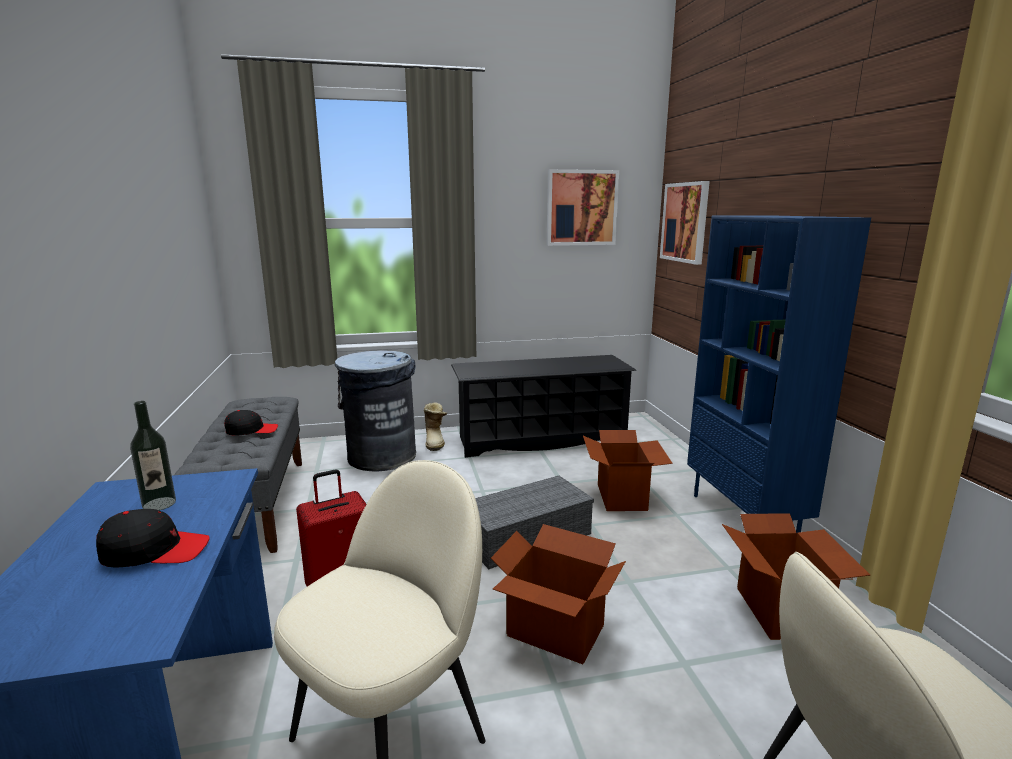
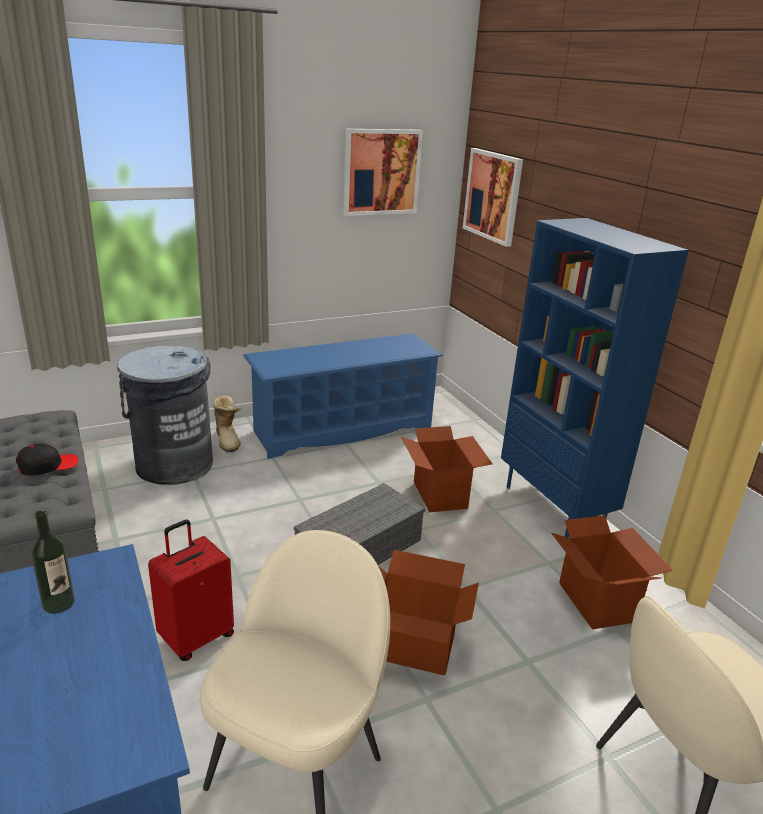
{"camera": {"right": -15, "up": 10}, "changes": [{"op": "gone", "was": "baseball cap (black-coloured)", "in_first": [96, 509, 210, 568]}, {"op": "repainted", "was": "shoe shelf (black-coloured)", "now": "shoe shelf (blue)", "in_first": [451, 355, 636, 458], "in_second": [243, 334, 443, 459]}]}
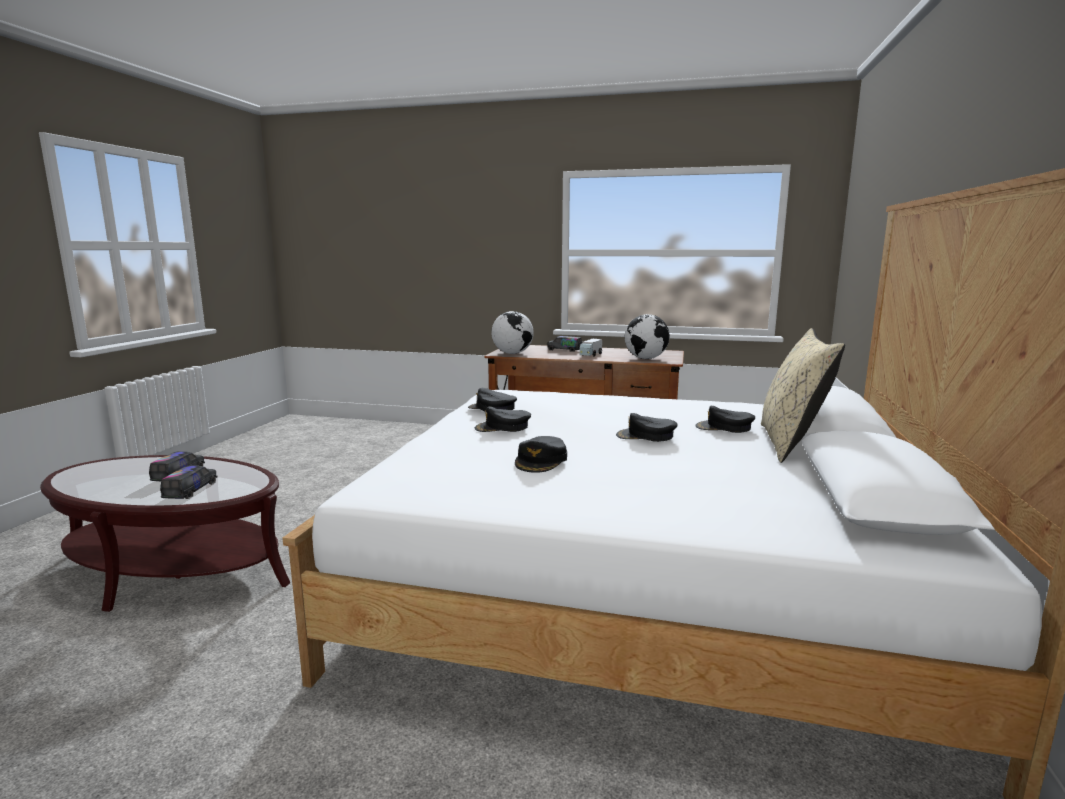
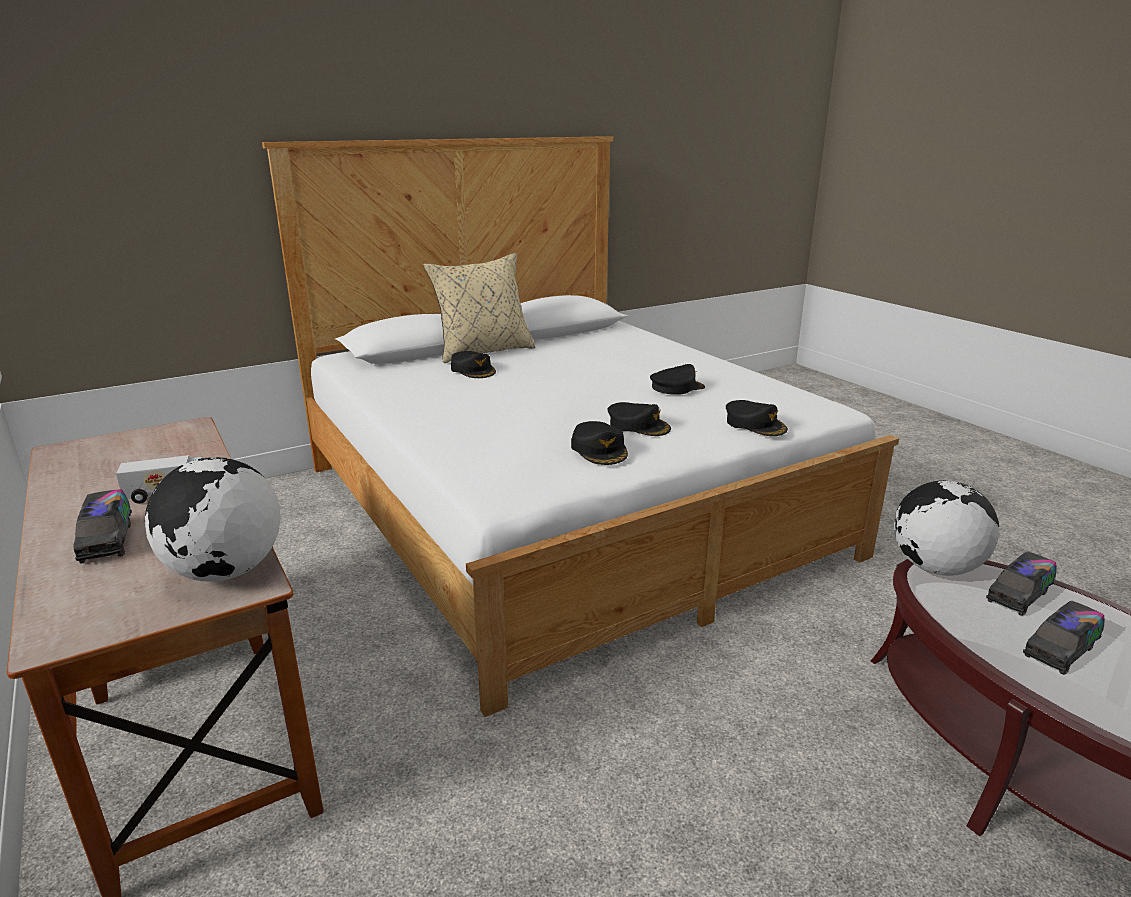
{"camera": {"right": -135, "up": 10}, "changes": [{"op": "shifted", "was": "baseball cap (black-coloured)", "in_first": [616, 413, 678, 442], "in_second": [726, 400, 788, 436]}, {"op": "shifted", "was": "globe", "in_first": [625, 314, 670, 359], "in_second": [894, 480, 999, 576]}]}
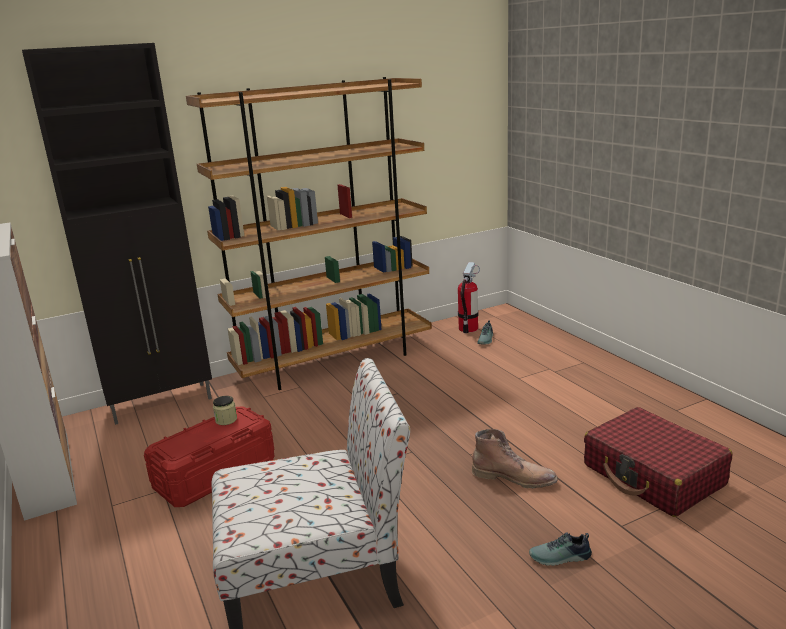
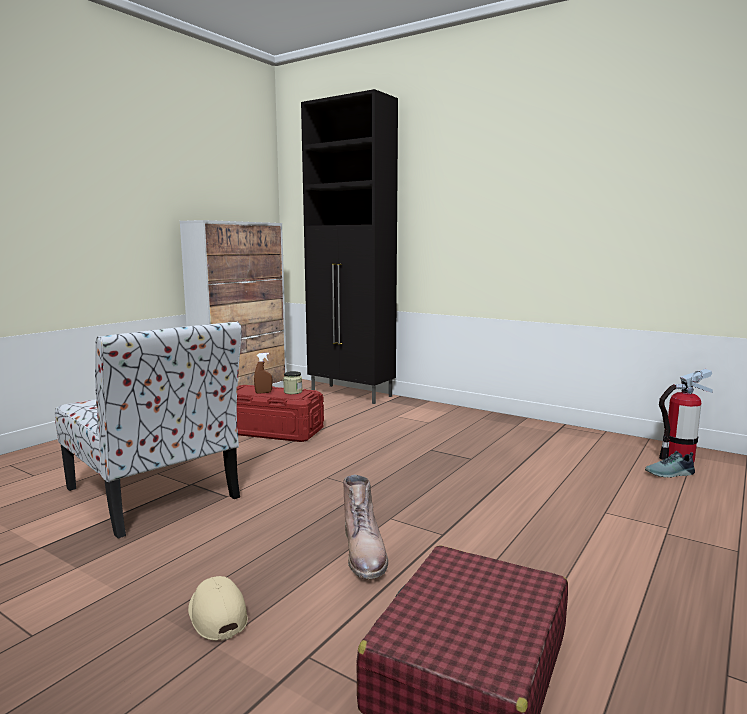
{"camera": {"right": 60, "up": -10}, "changes": [{"op": "gone", "was": "bookcase (brownish)", "in_first": [186, 77, 432, 390]}, {"op": "swapped", "was": "low shoe", "now": "baseball cap (sand-coloured)", "in_first": [529, 532, 592, 566], "in_second": [188, 576, 248, 641]}, {"op": "new", "now": "hand sprayer (brownish)", "in_second": [254, 353, 272, 394]}]}
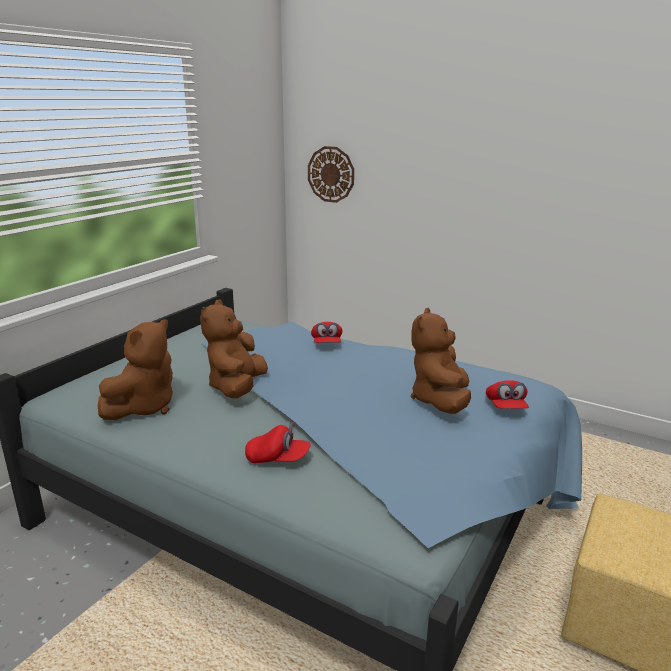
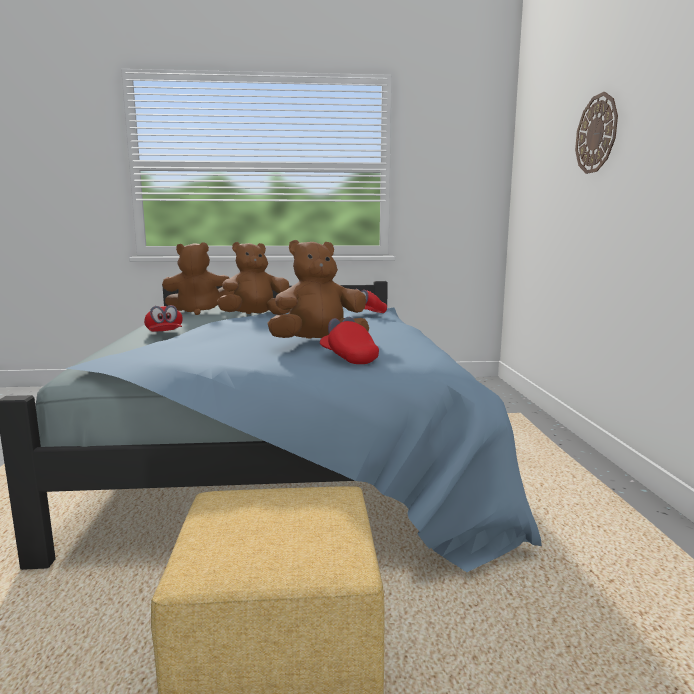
{"camera": {"right": 55, "up": -10}, "changes": [{"op": "shifted", "was": "clock on the wall", "in_first": [308, 146, 354, 203], "in_second": [575, 92, 618, 174]}, {"op": "rotated", "was": "baseball cap (red-coloured)", "in_first": [486, 380, 529, 409], "in_second": [320, 317, 379, 364], "clockwise": 90}]}
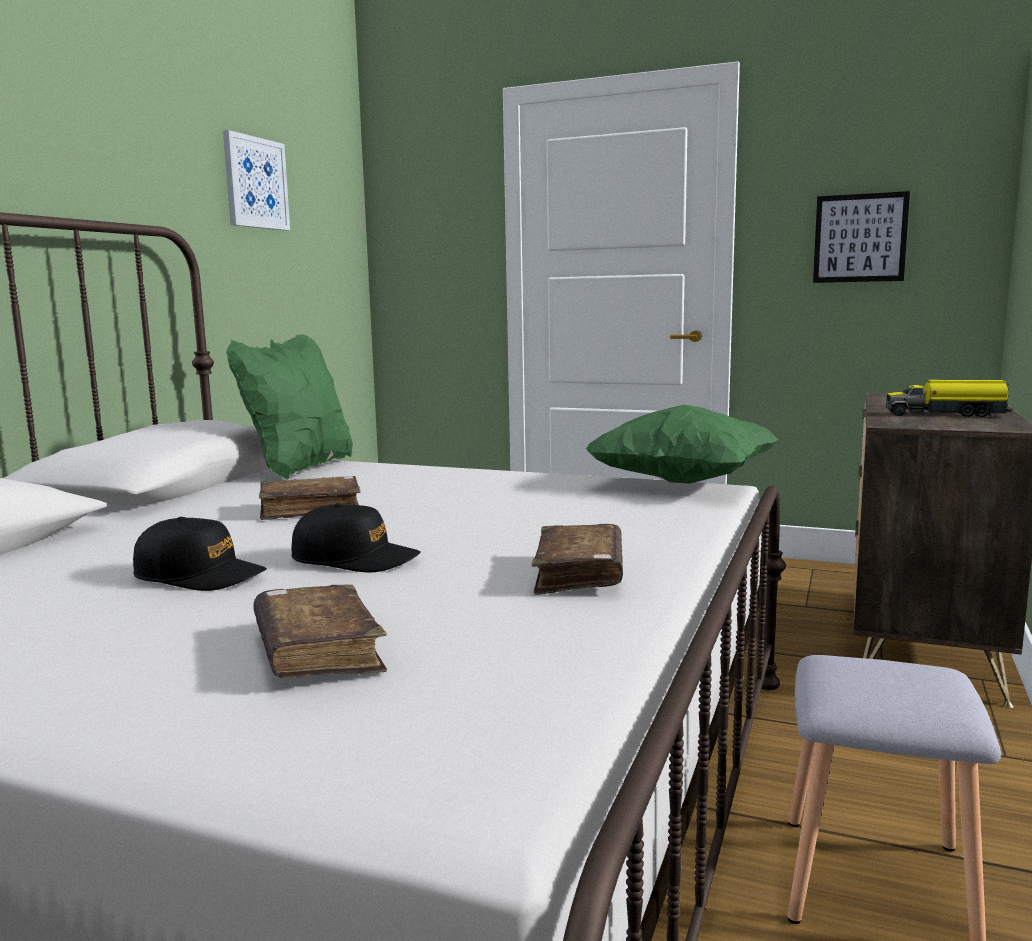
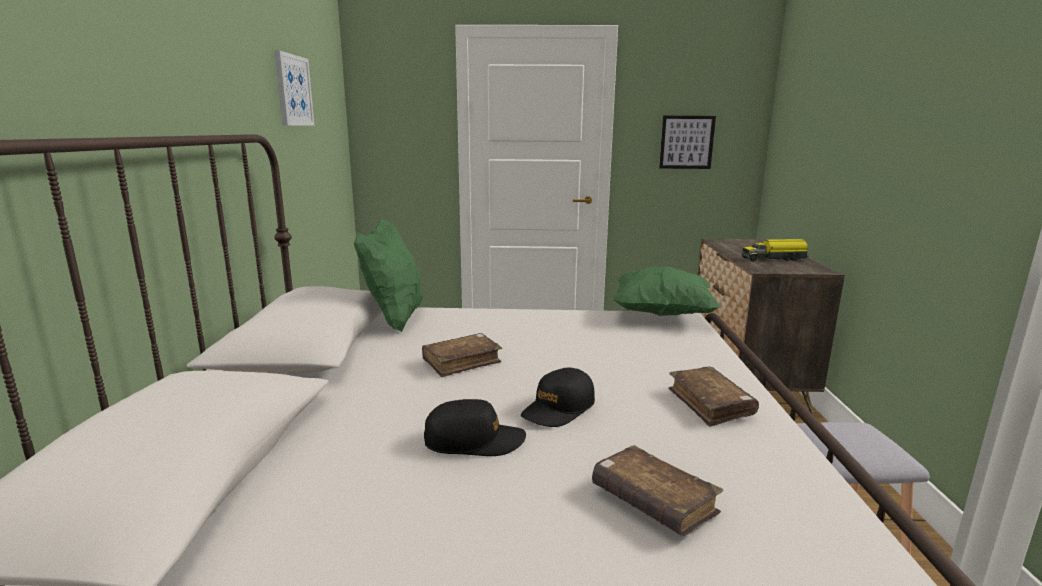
{"camera": {"right": -20, "up": 5}, "changes": [{"op": "rotated", "was": "baseball cap (black-coloured)", "in_first": [291, 503, 421, 572], "in_second": [521, 368, 595, 427], "clockwise": 135}]}
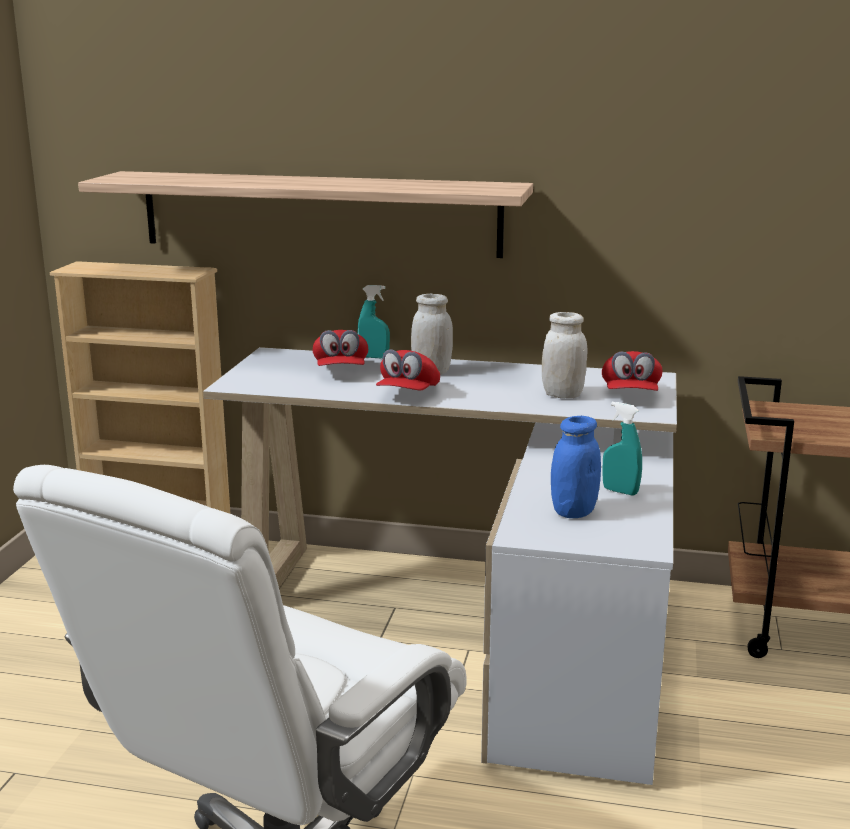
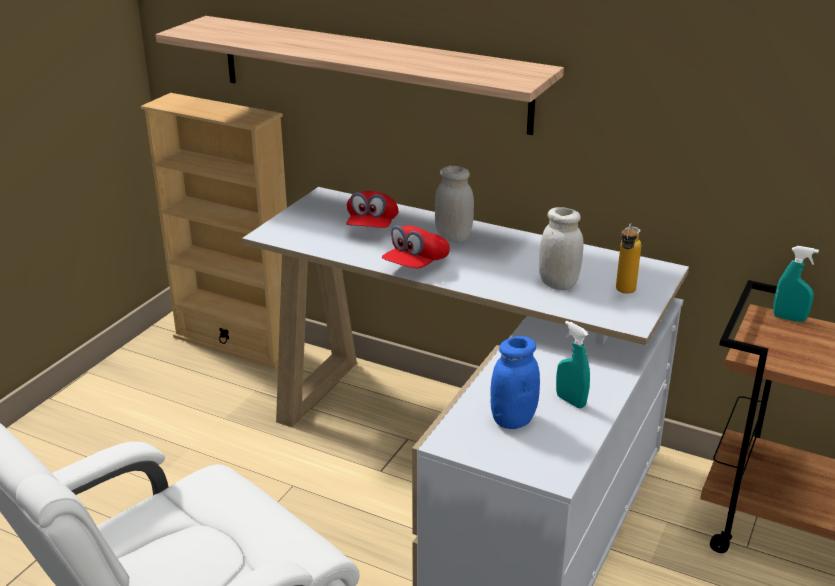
{"camera": {"right": 15, "up": 10}, "changes": [{"op": "shifted", "was": "hand sprayer (turquoise-coloured)", "in_first": [357, 285, 390, 358], "in_second": [773, 246, 819, 322]}, {"op": "swapped", "was": "baseball cap (red-coloured)", "now": "bottle", "in_first": [602, 351, 662, 391], "in_second": [616, 223, 641, 294]}]}
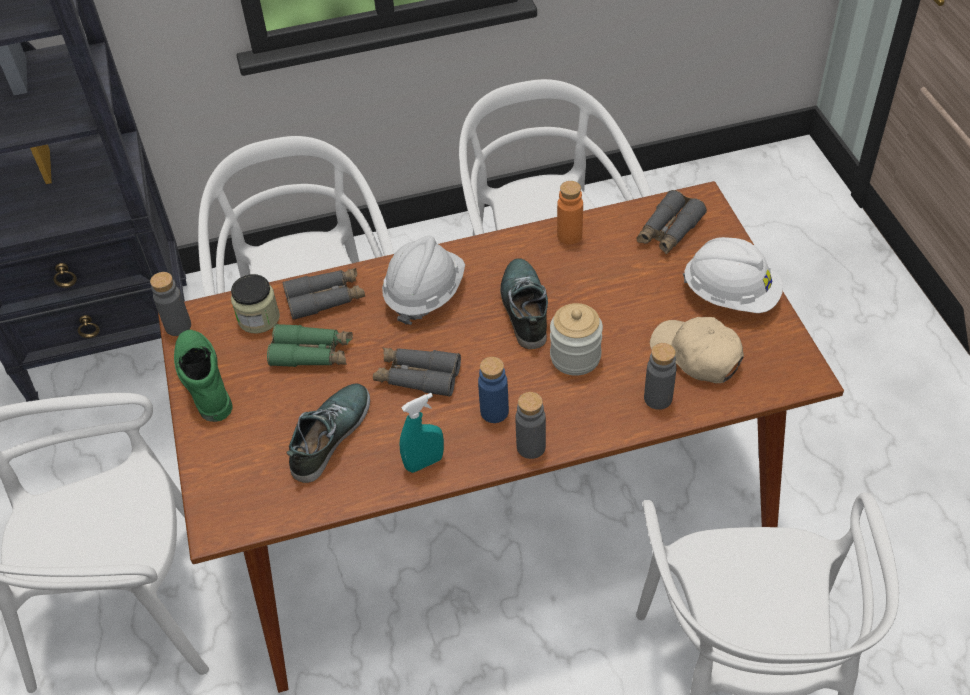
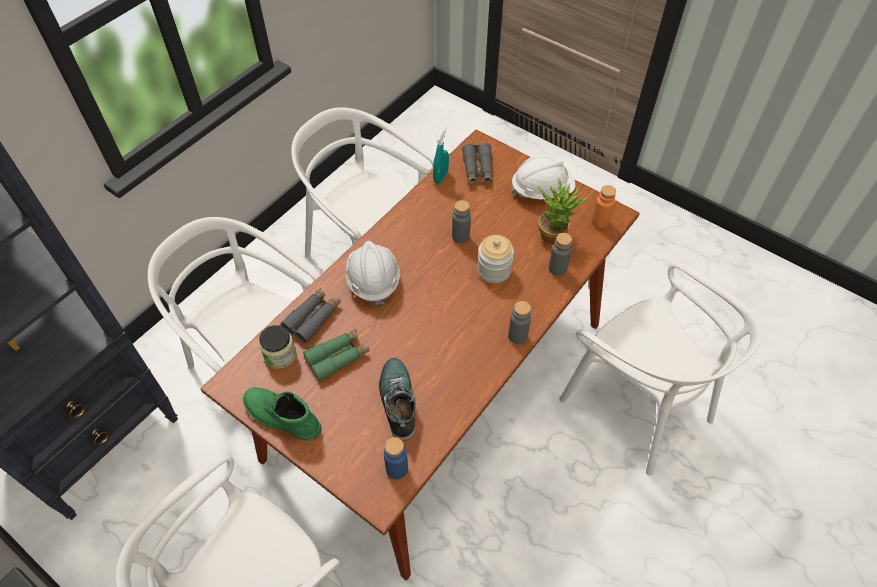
{"camera": {"right": -40, "up": 5}, "changes": [{"op": "shifted", "was": "bottle (grey)", "in_first": [150, 272, 191, 336], "in_second": [452, 200, 471, 243]}, {"op": "gone", "was": "field glasses (grey)", "in_first": [373, 348, 461, 397]}, {"op": "shifted", "was": "hand sprayer (turquoise-coloured)", "in_first": [399, 393, 444, 473], "in_second": [433, 126, 449, 184]}, {"op": "shifted", "was": "bottle (blue)", "in_first": [478, 357, 509, 423], "in_second": [384, 437, 408, 480]}, {"op": "gone", "was": "low shoe", "in_first": [500, 258, 548, 349]}, {"op": "shifted", "was": "bottle (orange-coloured)", "in_first": [557, 181, 583, 244], "in_second": [591, 185, 616, 228]}, {"op": "swapped", "was": "baseball cap (sand-coloured)", "now": "potted plant", "in_first": [650, 317, 744, 383], "in_second": [537, 178, 588, 244]}]}
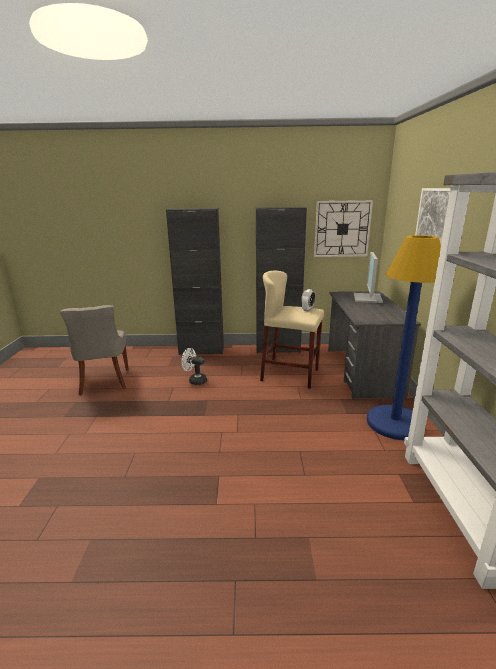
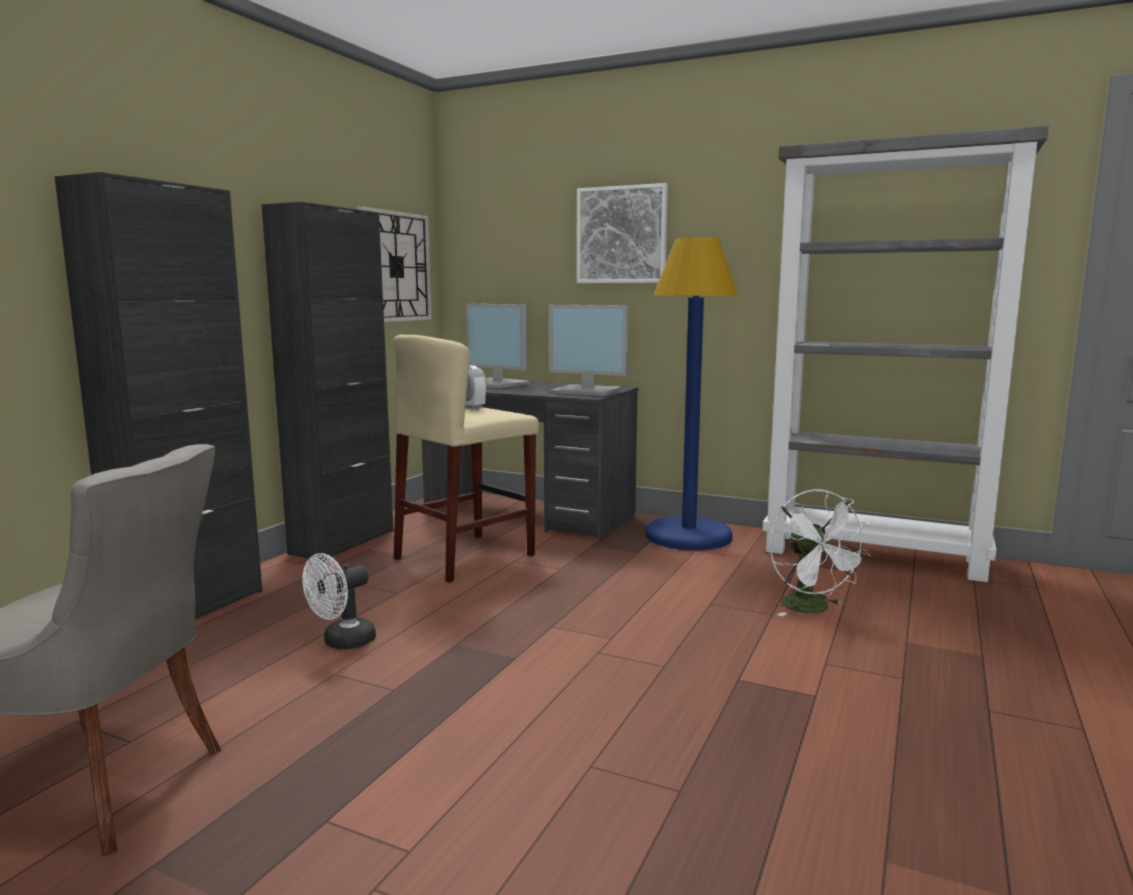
{"camera": {"right": -65, "up": -10}, "changes": [{"op": "new", "now": "computer display", "in_second": [549, 305, 628, 396]}, {"op": "new", "now": "electric fan (white)", "in_second": [770, 489, 871, 616]}]}
